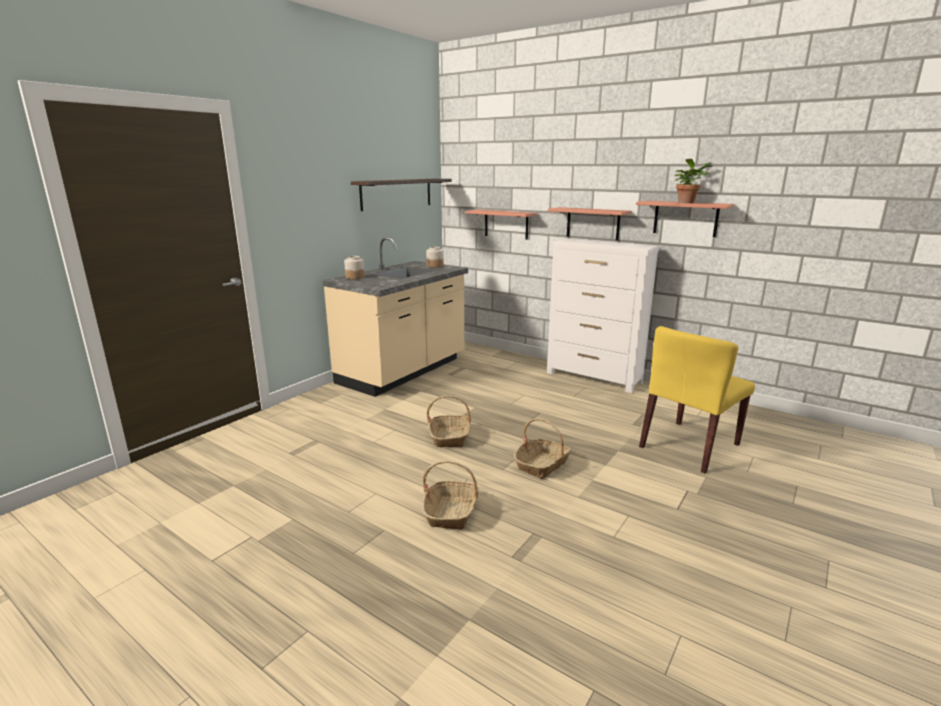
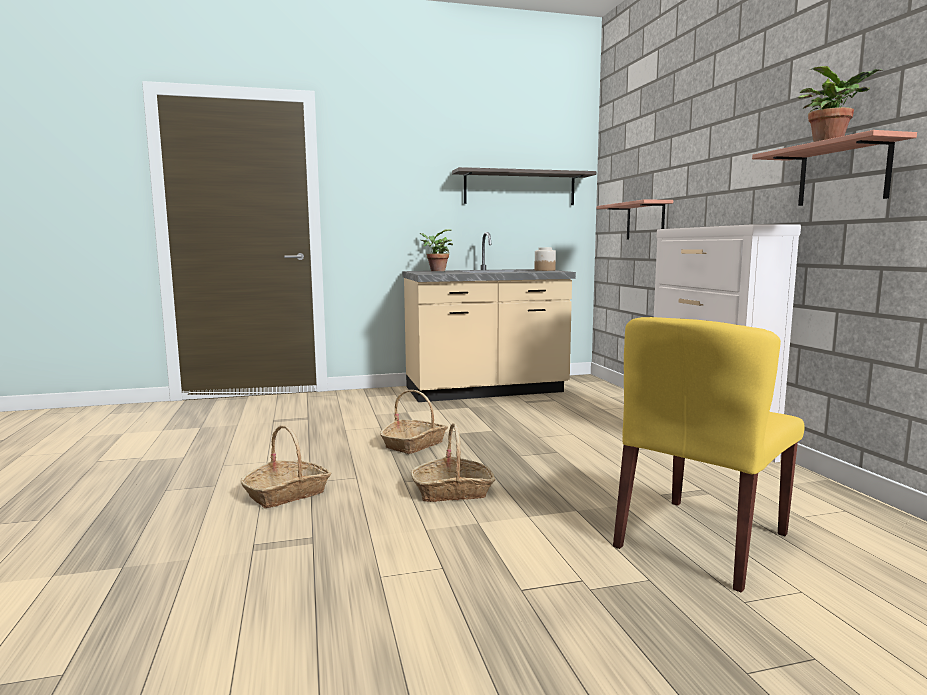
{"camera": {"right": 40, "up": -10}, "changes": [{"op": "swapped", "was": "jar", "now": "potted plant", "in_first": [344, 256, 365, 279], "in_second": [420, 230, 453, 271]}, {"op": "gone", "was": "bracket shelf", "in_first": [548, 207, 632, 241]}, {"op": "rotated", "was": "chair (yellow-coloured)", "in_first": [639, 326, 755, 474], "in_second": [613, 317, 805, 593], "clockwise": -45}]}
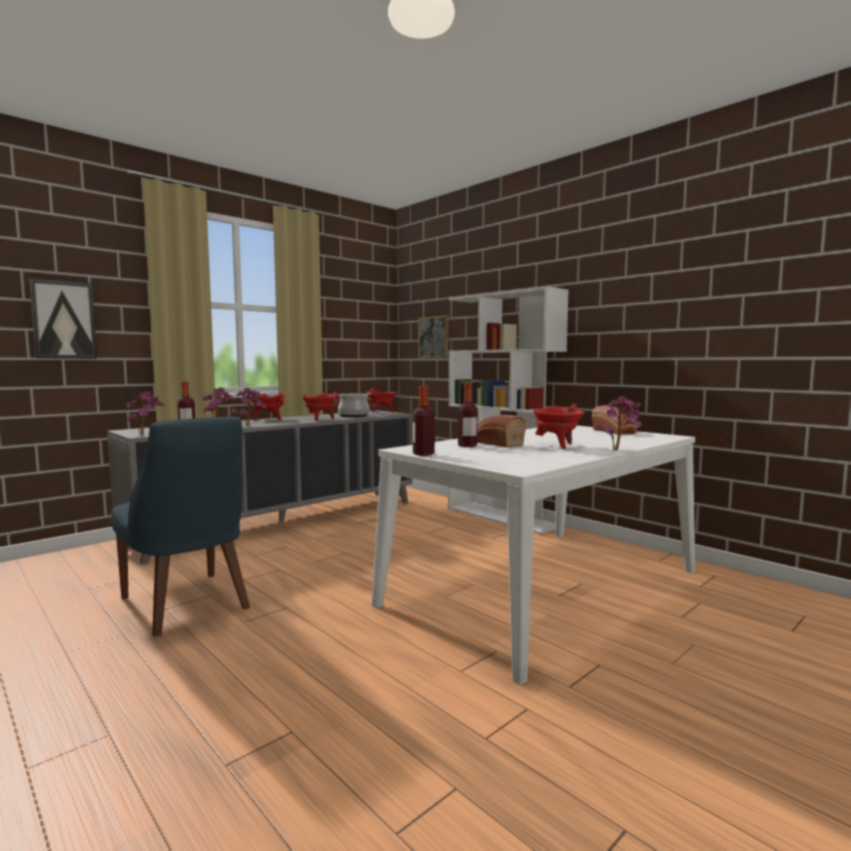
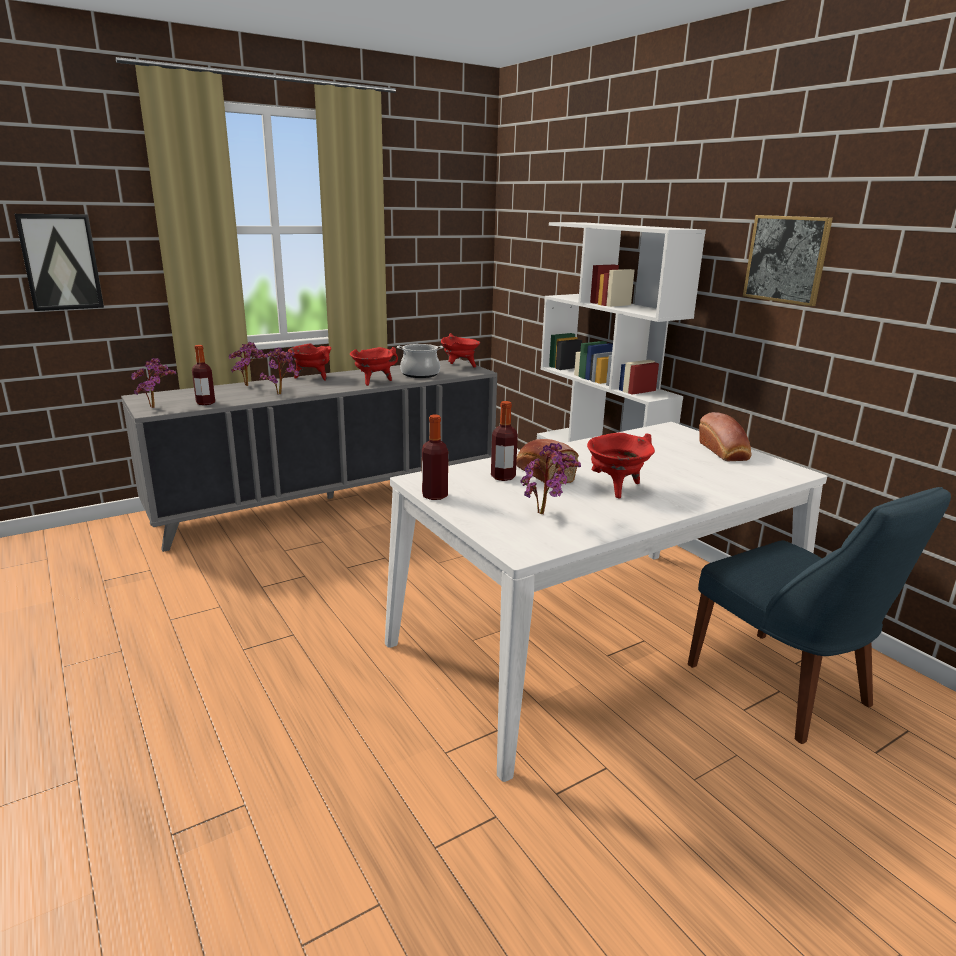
{"camera": {"right": 10, "up": 15}, "changes": [{"op": "shifted", "was": "chair (blue)", "in_first": [112, 417, 250, 637], "in_second": [688, 487, 951, 744]}, {"op": "shifted", "was": "picture", "in_first": [418, 315, 449, 358], "in_second": [743, 215, 833, 306]}, {"op": "shifted", "was": "potted plant", "in_first": [596, 396, 642, 450], "in_second": [520, 443, 581, 514]}]}
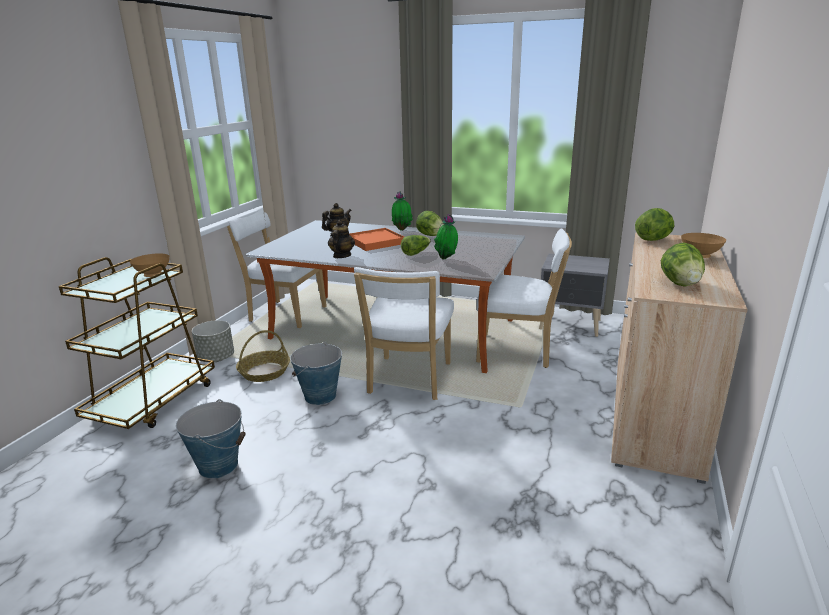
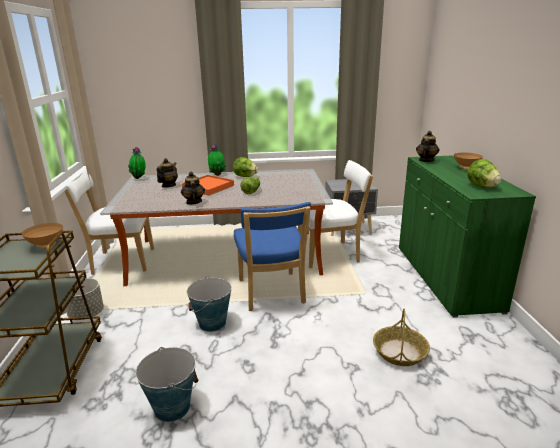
{"camera": {"right": -25, "up": 0}, "changes": [{"op": "shifted", "was": "basket", "in_first": [236, 330, 290, 382], "in_second": [373, 309, 430, 366]}, {"op": "repainted", "was": "chair (white)", "now": "chair (blue)", "in_first": [354, 267, 454, 400], "in_second": [234, 202, 311, 311]}, {"op": "shifted", "was": "potted plant", "in_first": [434, 214, 458, 260], "in_second": [128, 147, 145, 179]}, {"op": "repainted", "was": "cabinet (sand-coloured)", "now": "cabinet (greenish)", "in_first": [611, 232, 748, 484], "in_second": [399, 155, 536, 318]}, {"op": "swapped", "was": "lettuce", "now": "teapot", "in_first": [635, 208, 674, 241], "in_second": [416, 131, 440, 162]}]}
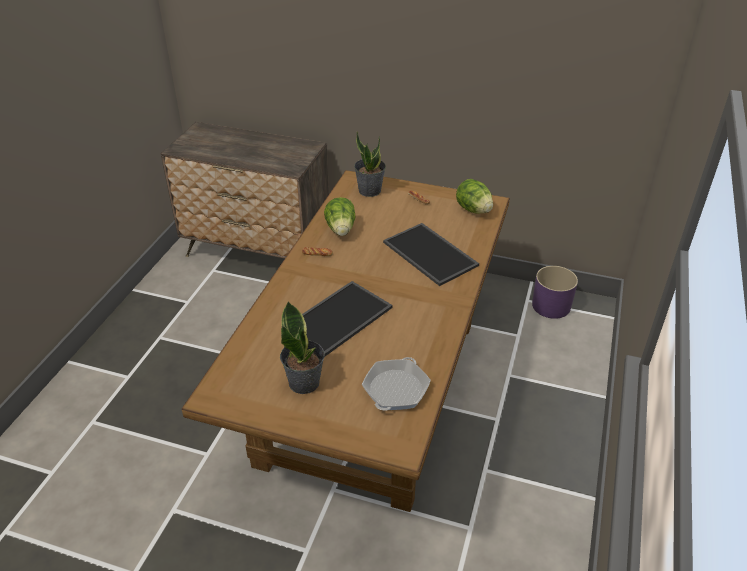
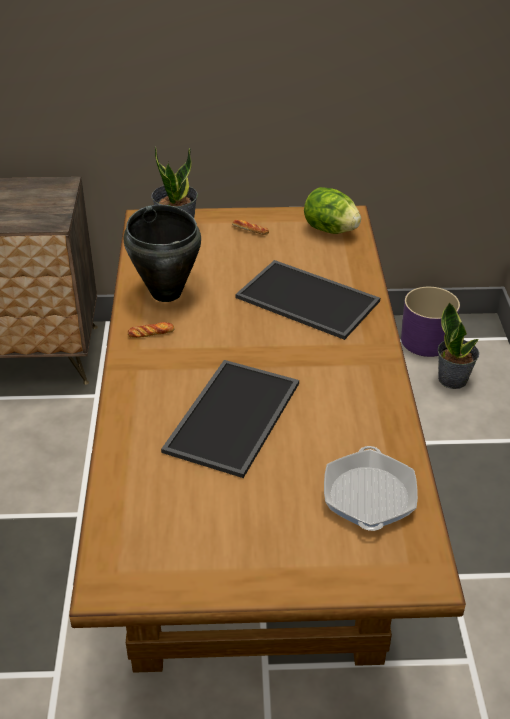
{"camera": {"right": -20, "up": 0}, "changes": [{"op": "shifted", "was": "potted plant", "in_first": [280, 301, 325, 394], "in_second": [438, 302, 479, 389]}, {"op": "swapped", "was": "lettuce", "now": "stockpot (black-coloured)", "in_first": [324, 197, 356, 236], "in_second": [124, 205, 201, 302]}]}
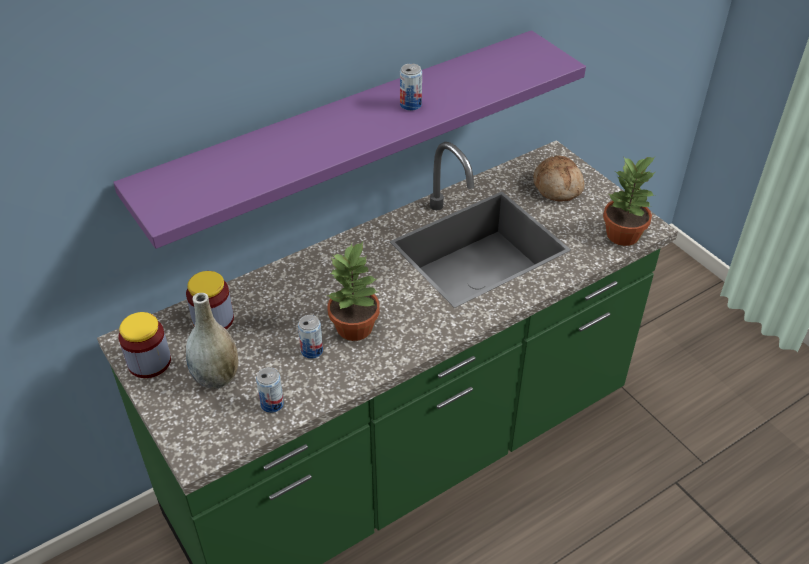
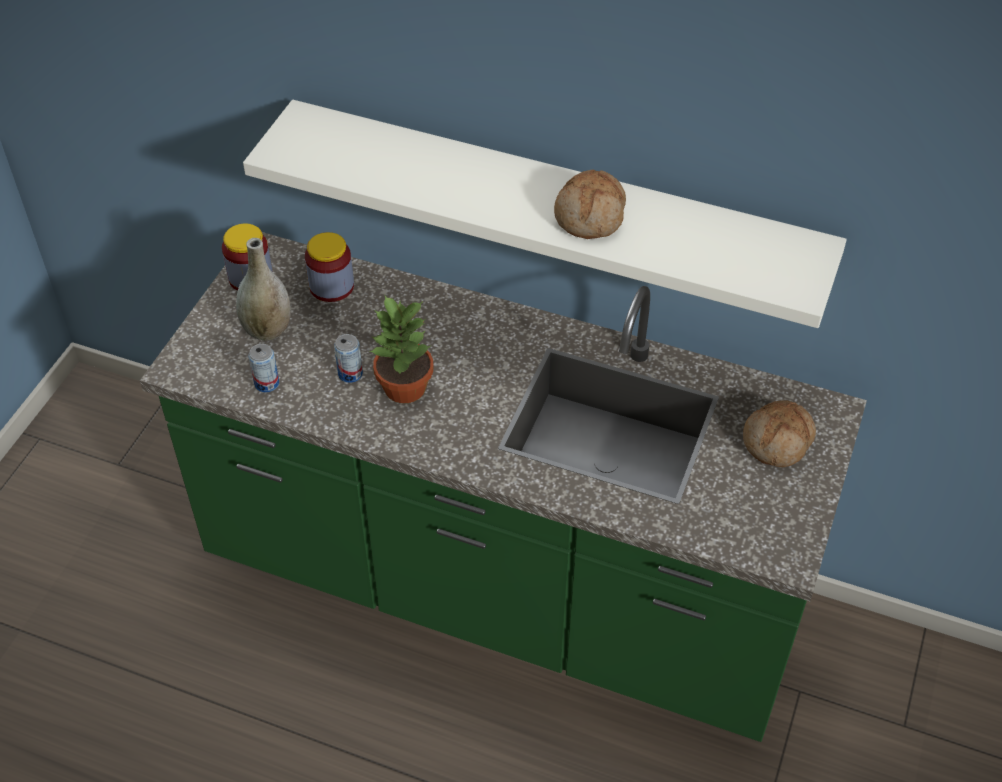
{"camera": {"right": 55, "up": 5}, "changes": [{"op": "repainted", "was": "bracket shelf (purple)", "now": "bracket shelf (white)", "in_first": [113, 30, 586, 249], "in_second": [243, 100, 847, 328]}, {"op": "swapped", "was": "metal can", "now": "baked bread", "in_first": [400, 63, 422, 111], "in_second": [554, 170, 626, 239]}, {"op": "gone", "was": "potted plant", "in_first": [603, 156, 655, 246]}]}
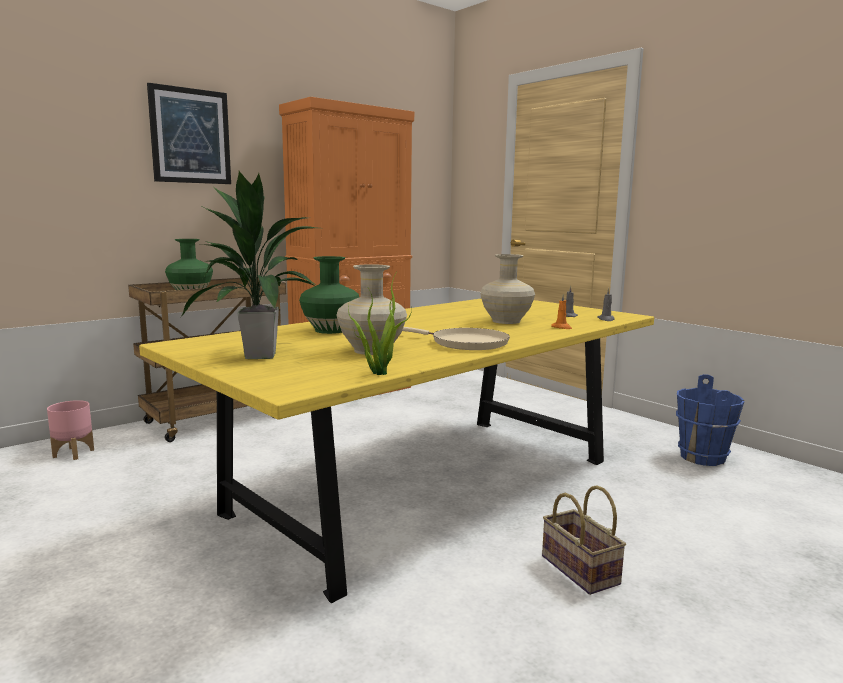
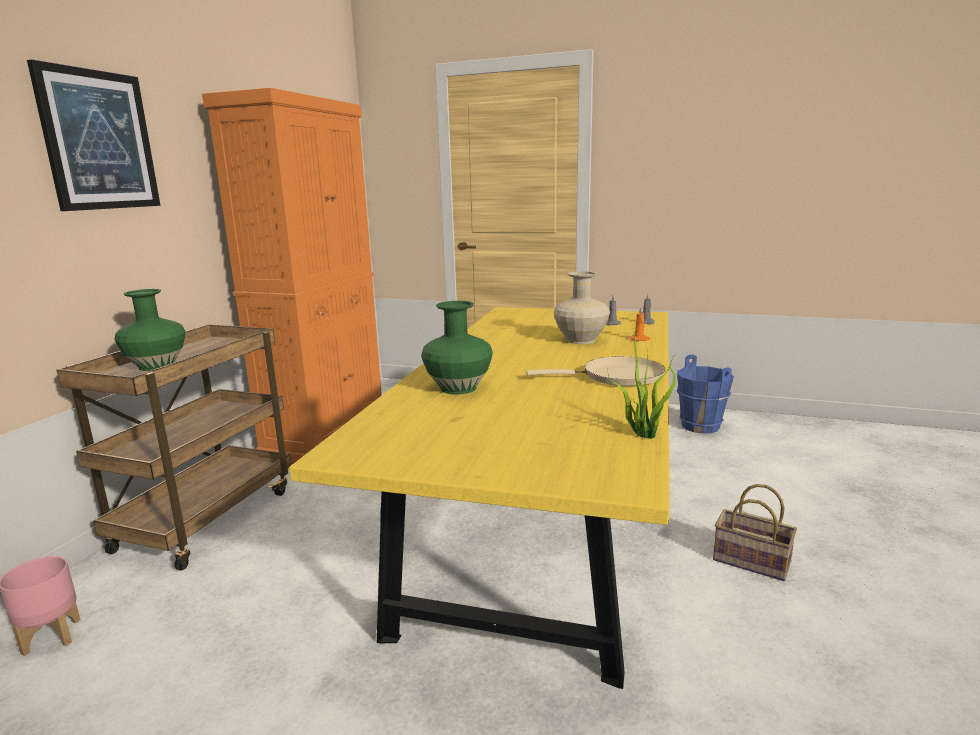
{"camera": {"right": -30, "up": 5}, "changes": [{"op": "gone", "was": "potted plant", "in_first": [181, 171, 318, 359]}, {"op": "gone", "was": "decorative vase (sand-coloured)", "in_first": [337, 264, 407, 355]}]}
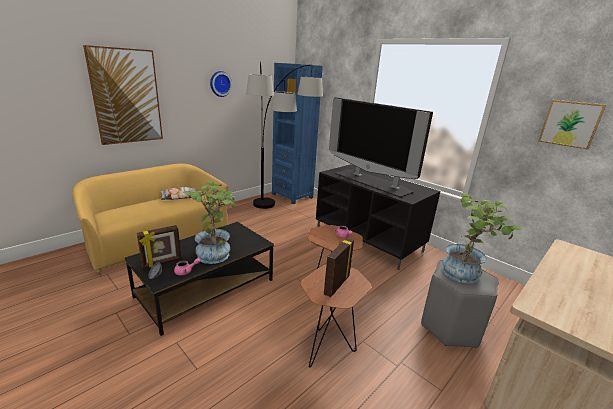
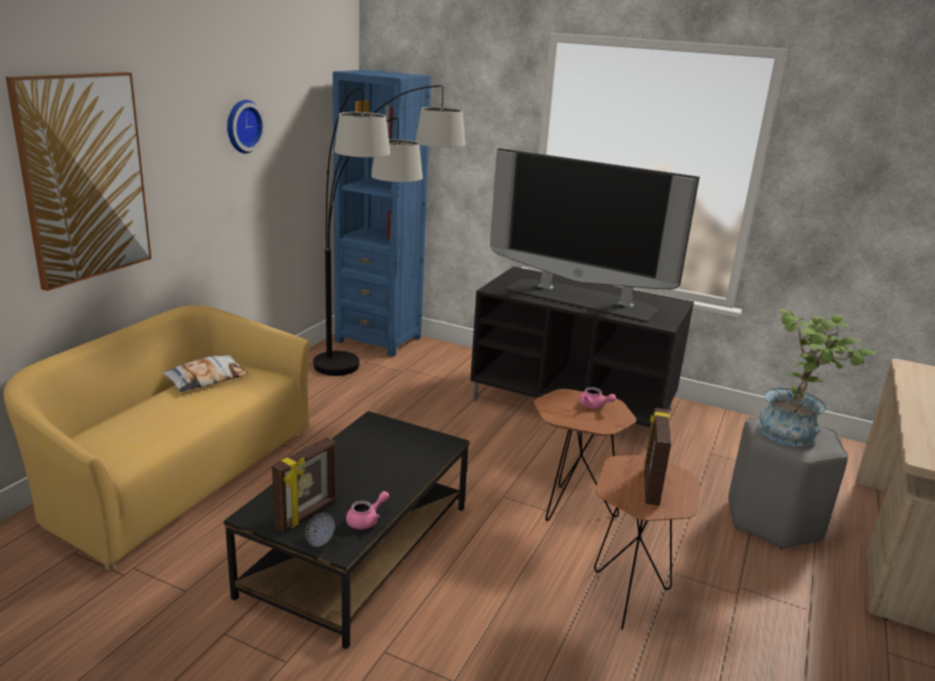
{"camera": {"right": -20, "up": 0}, "changes": [{"op": "gone", "was": "potted plant", "in_first": [183, 181, 236, 264]}, {"op": "gone", "was": "picture", "in_first": [538, 100, 606, 150]}]}
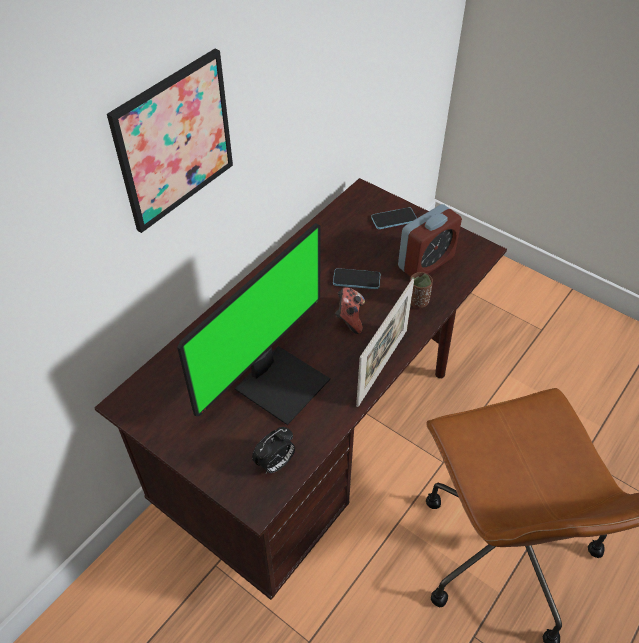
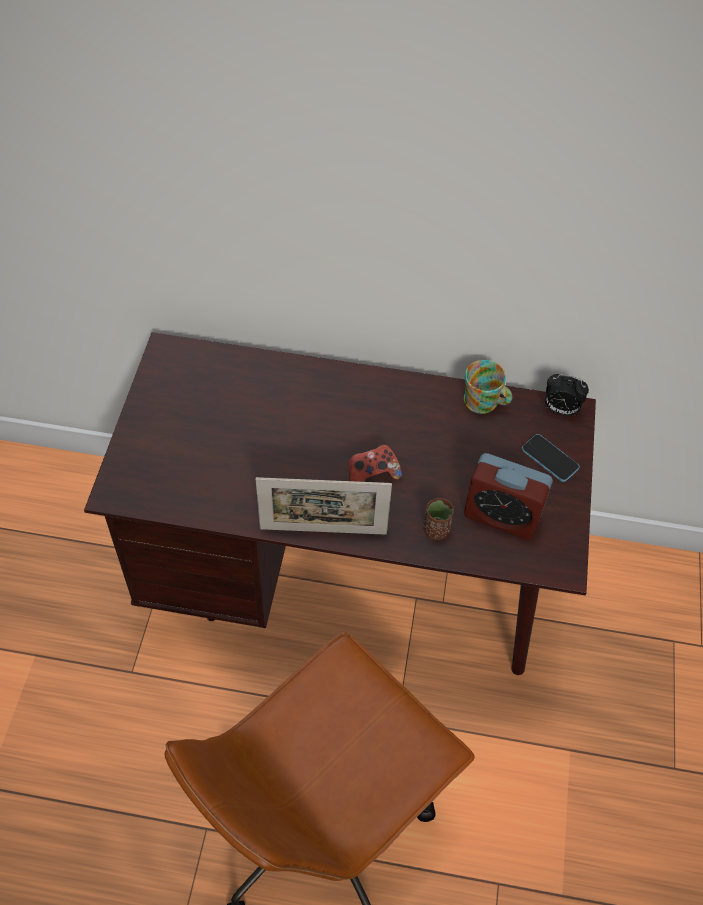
{"camera": {"right": 60, "up": 5}, "changes": [{"op": "gone", "was": "picture", "in_first": [107, 49, 233, 233]}, {"op": "gone", "was": "computer display", "in_first": [177, 223, 330, 425]}, {"op": "shifted", "was": "bedside clock", "in_first": [252, 427, 295, 473], "in_second": [545, 374, 589, 416]}, {"op": "gone", "was": "telephone", "in_first": [333, 268, 380, 289]}, {"op": "new", "now": "tea mug", "in_second": [464, 360, 513, 414]}]}
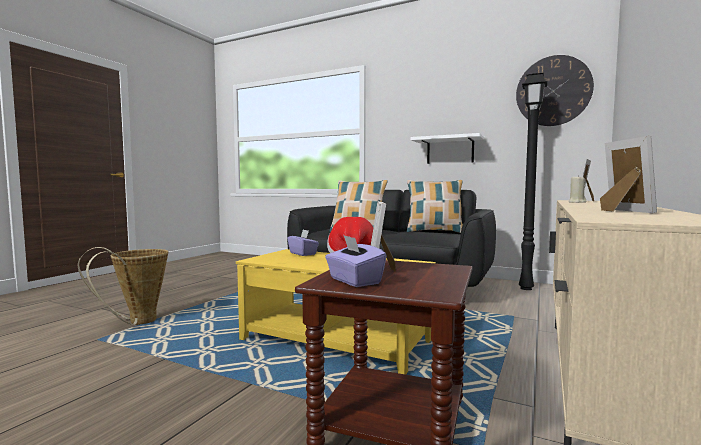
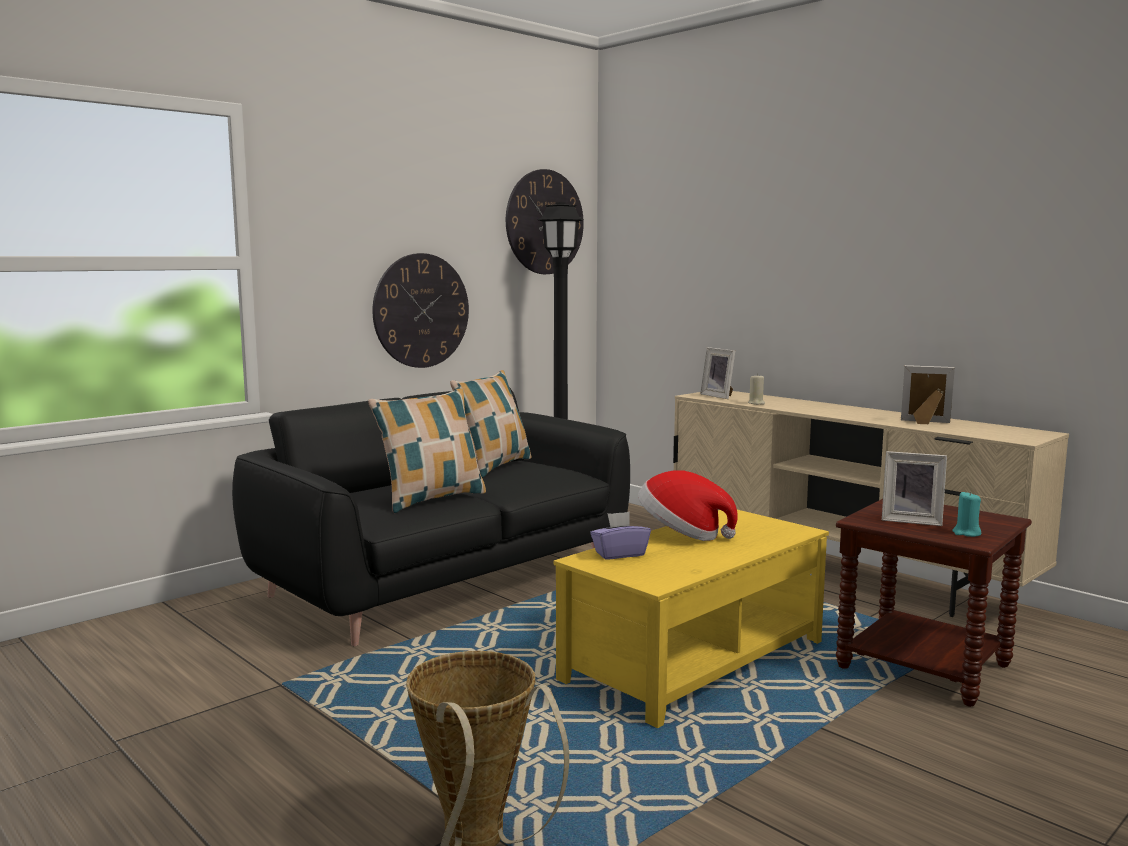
{"camera": {"right": -70, "up": 5}, "changes": [{"op": "swapped", "was": "box of tissues (purple)", "now": "wax light (turquoise-coloured)", "in_first": [325, 235, 387, 287], "in_second": [952, 491, 981, 537]}, {"op": "swapped", "was": "bracket shelf (white)", "now": "clock on the wall", "in_first": [411, 133, 484, 164], "in_second": [372, 253, 469, 368]}]}
